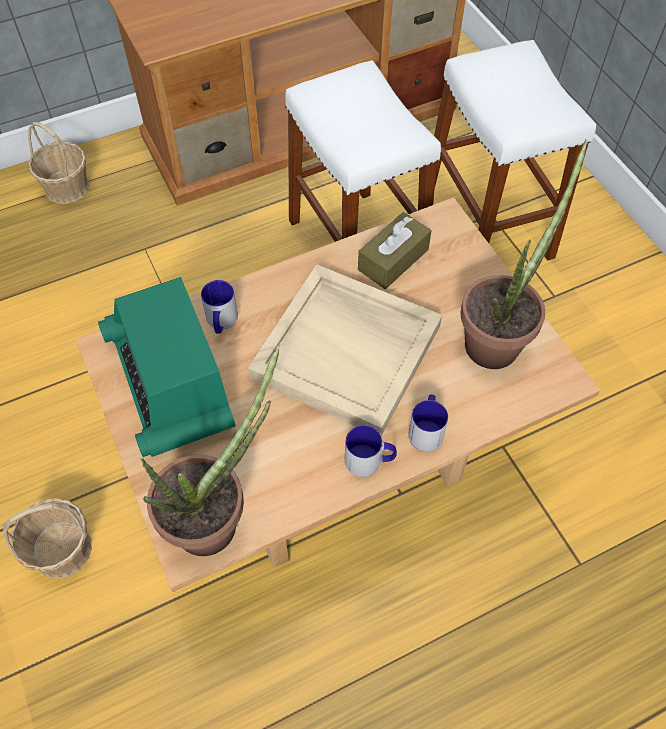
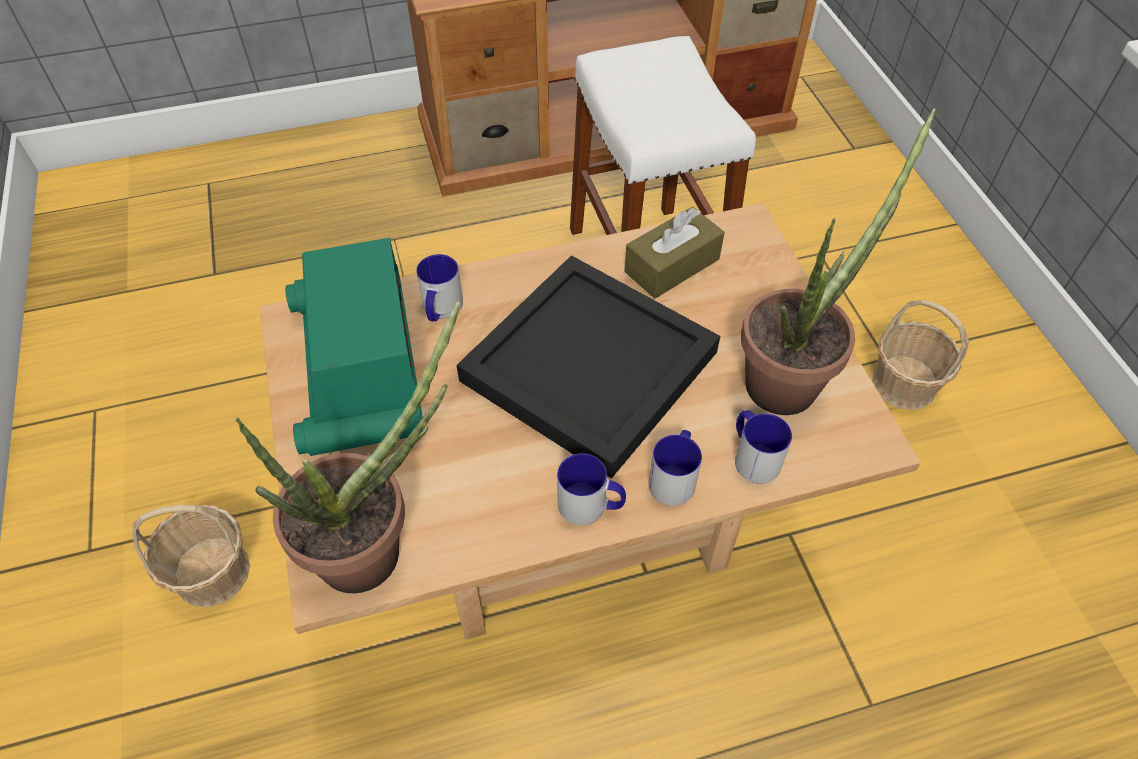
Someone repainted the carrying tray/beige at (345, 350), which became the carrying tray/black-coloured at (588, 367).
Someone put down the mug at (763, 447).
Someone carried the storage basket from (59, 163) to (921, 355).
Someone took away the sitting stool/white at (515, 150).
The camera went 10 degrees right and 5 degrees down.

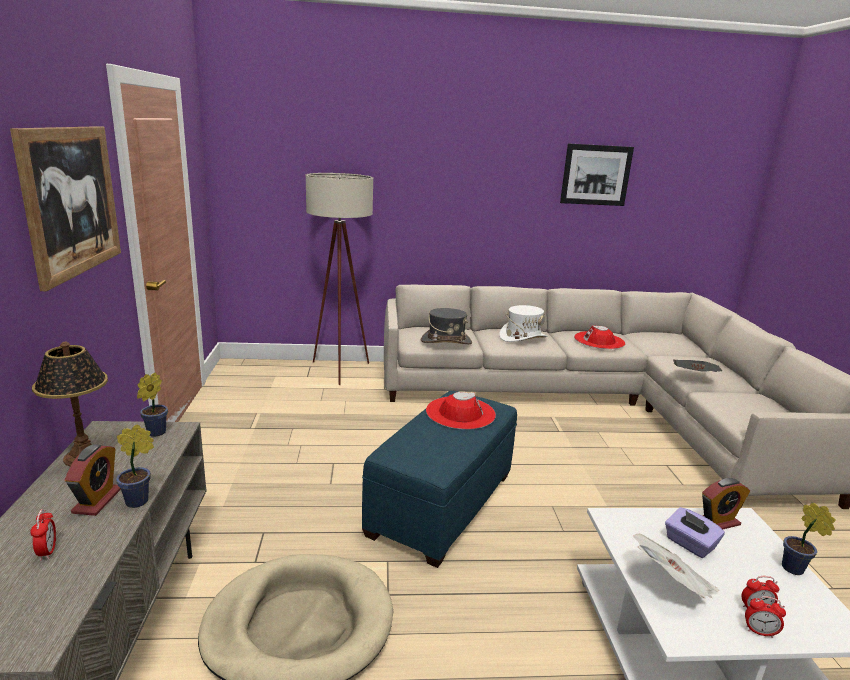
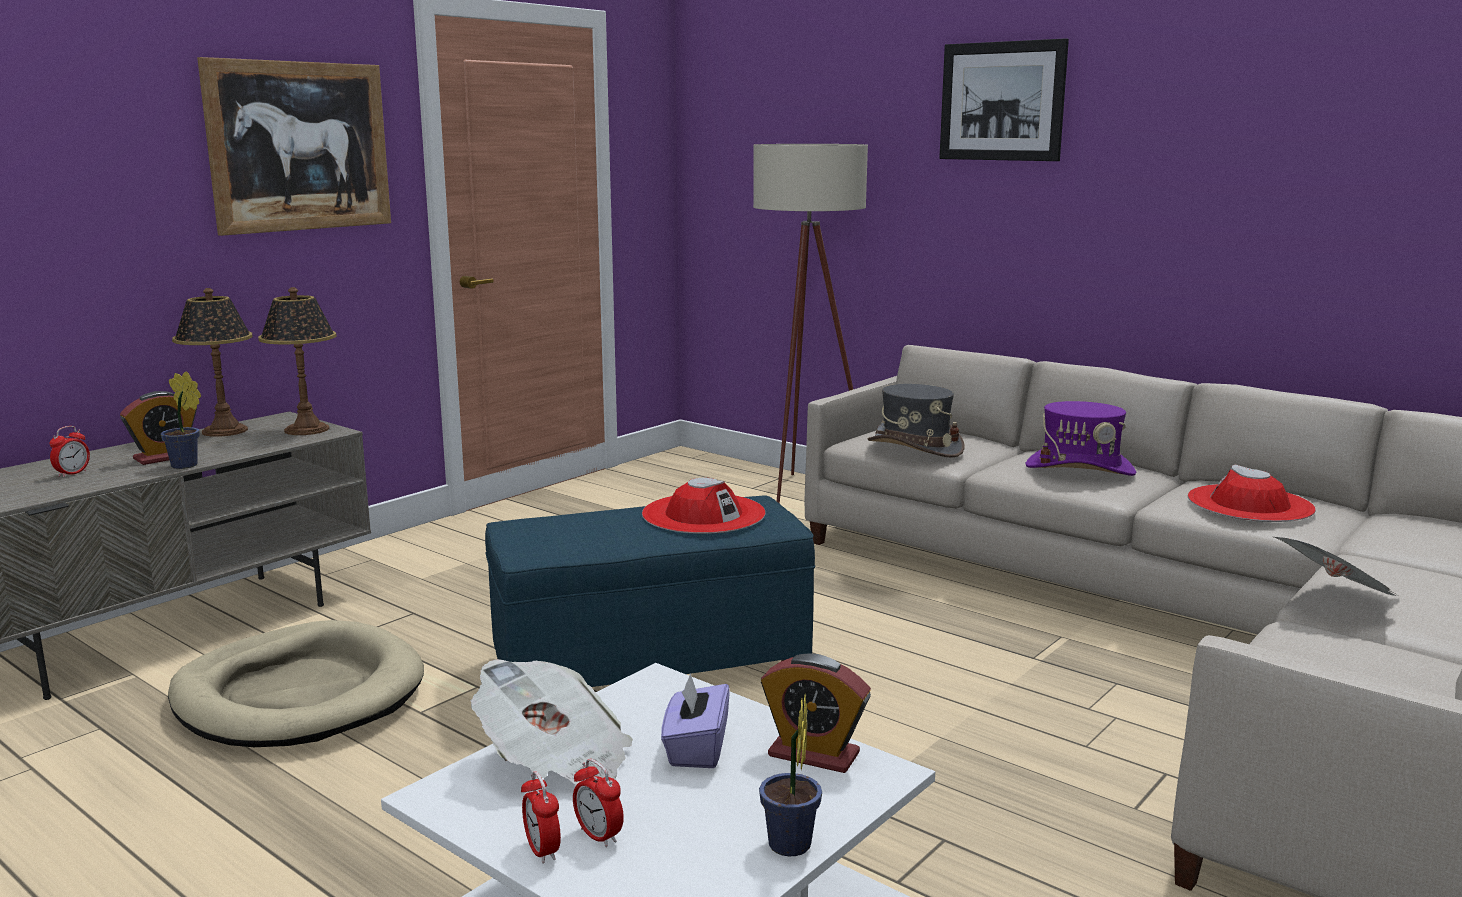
Someone swapped the plant in a pot at (152, 405) for the tabletop lamp at (297, 361).
Someone carried the wall picture from (597, 174) to (1004, 99).
Someone repainted the clothing hat/white at (523, 323), which became the clothing hat/purplish at (1080, 438).
The camera went 45 degrees right and 5 degrees down.

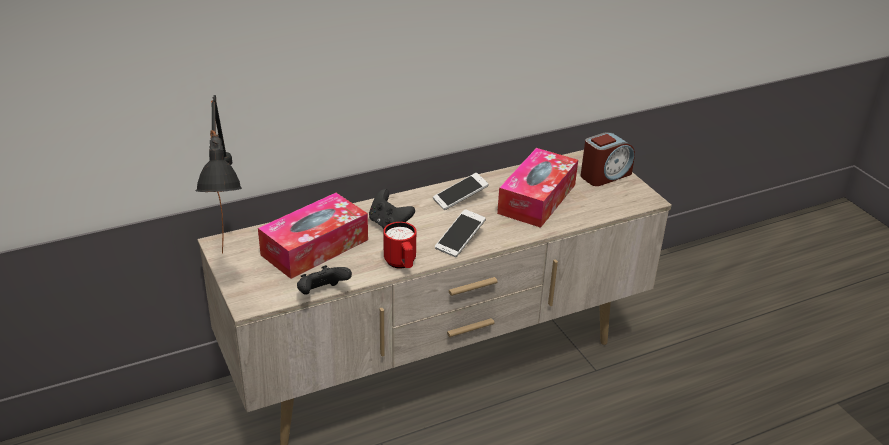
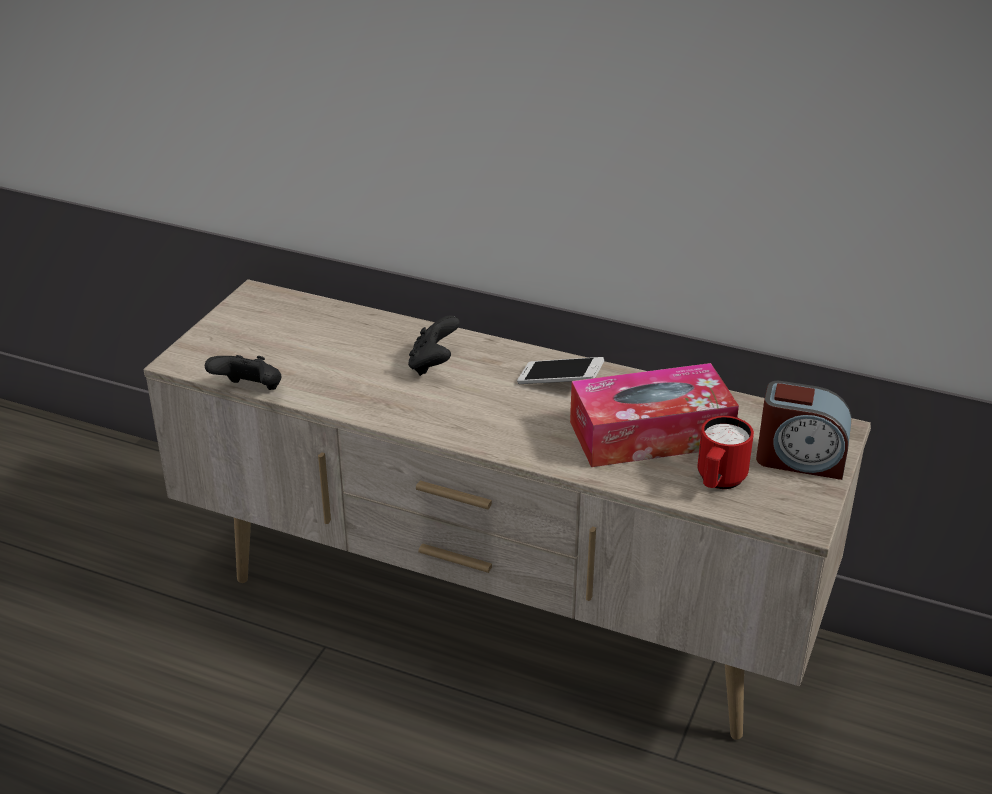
Someone carried the mug/red from (399, 245) to (725, 452).
Someone took away the tabletop lamp/black-coloured at (219, 174).
Someone took away the box of tissues at (313, 236).
Someone took away the handset at (460, 233).
The camera went 50 degrees right and 0 degrees up.

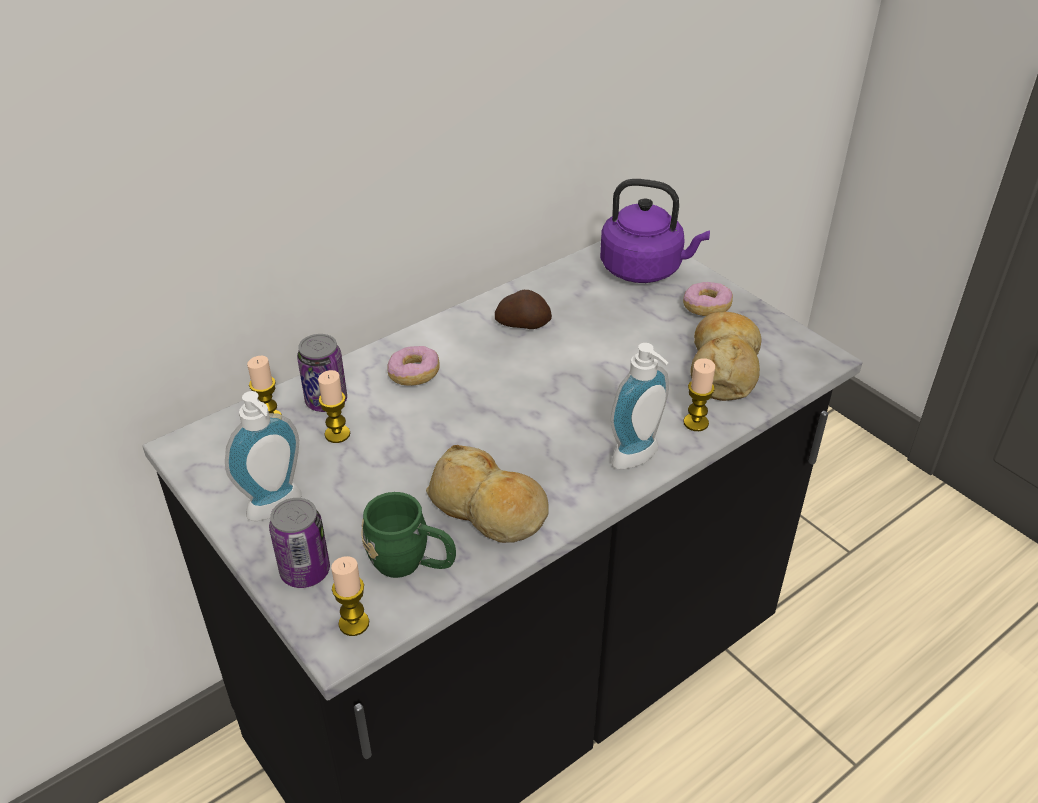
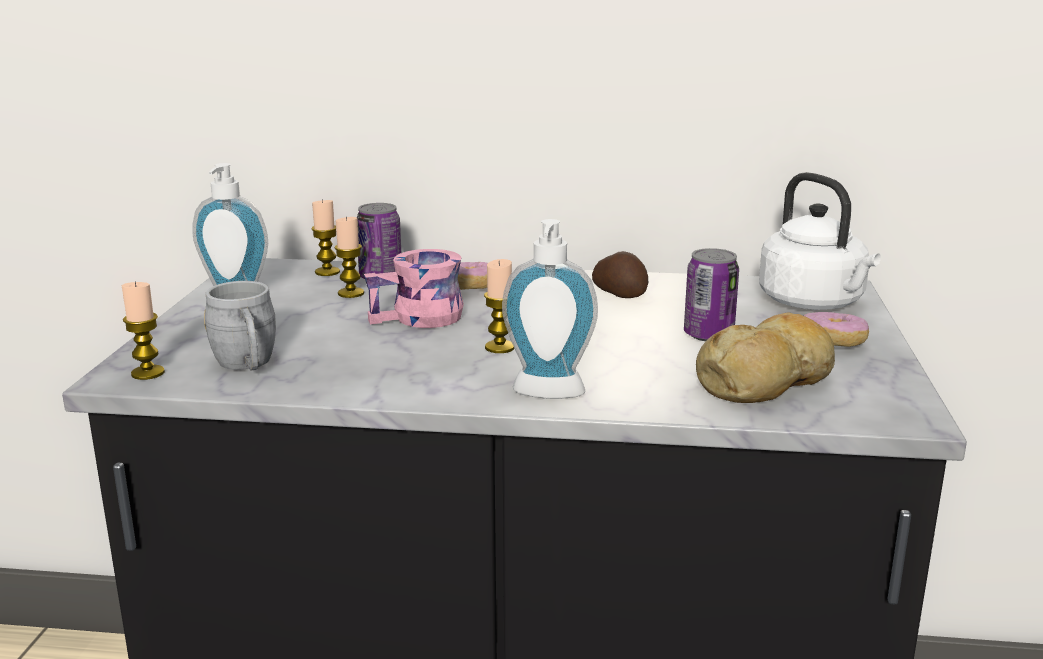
Someone repainted the mug/green-coloured at (408, 535), which became the mug/gray at (240, 326).
Someone put down the mug/pinkish at (414, 288).
Someone carried the candle from (699, 394) to (499, 306).
Someone carried the sealed can from (299, 543) to (711, 294).
Someone repainted the water kettle/purplish at (655, 231), which became the water kettle/white at (820, 241).
Someone took away the bakery bread at (487, 494).
The camera went 45 degrees right and 20 degrees down.

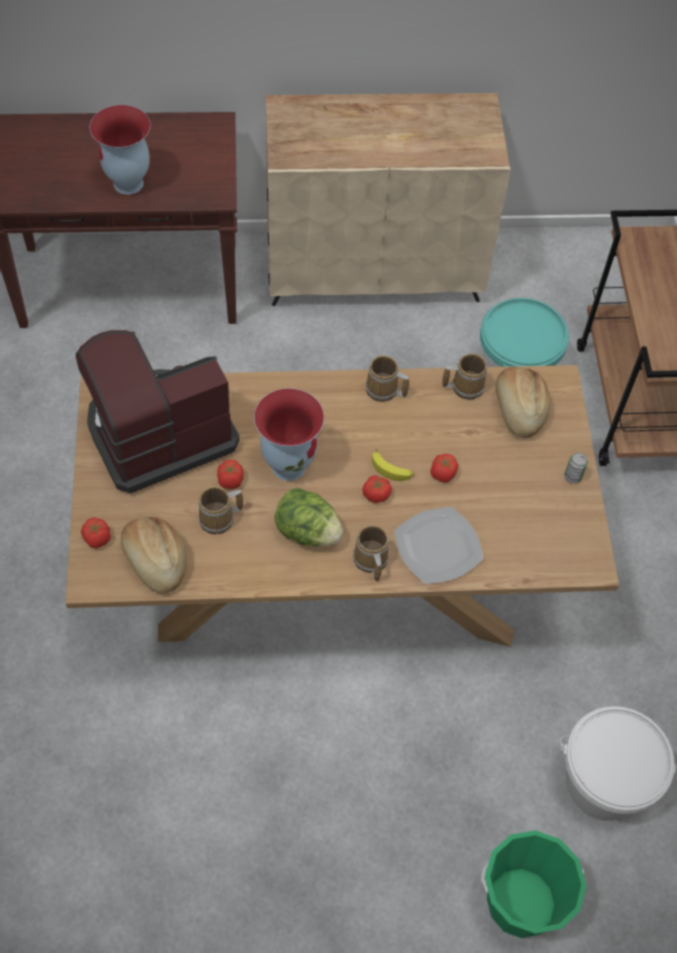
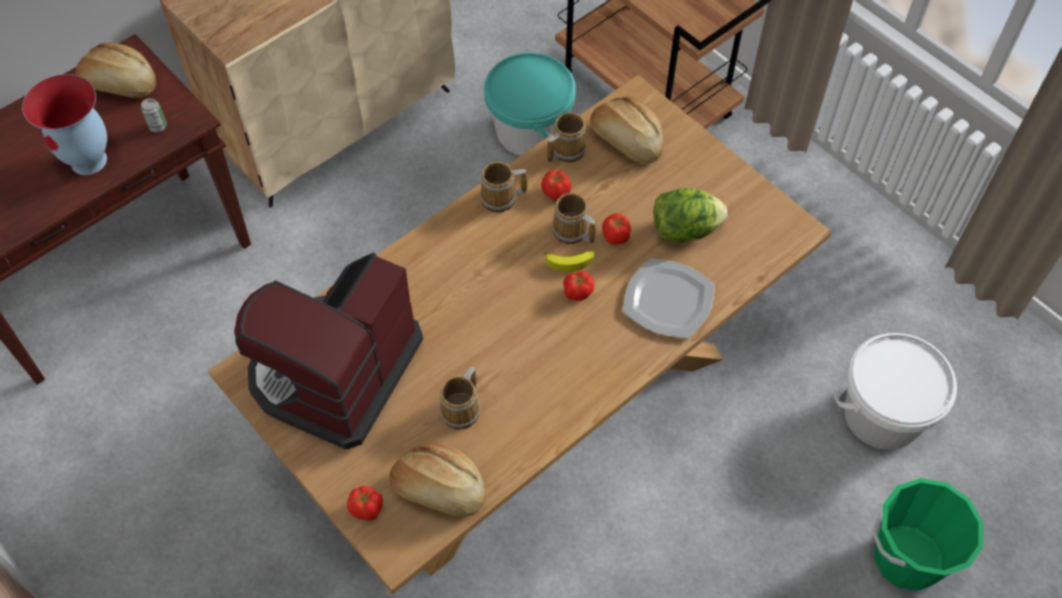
Someone put down the bakery bread at (115, 70).
Someone carried the sealed can from (576, 468) to (154, 115).
Someone carried the tomato from (230, 474) to (556, 185).
Someone carried the mug from (371, 553) to (574, 218).
Someone carried the lettuce head from (308, 517) to (690, 215).
Someone took away the flower vase at (289, 434).
The camera went 35 degrees left and 0 degrees up.

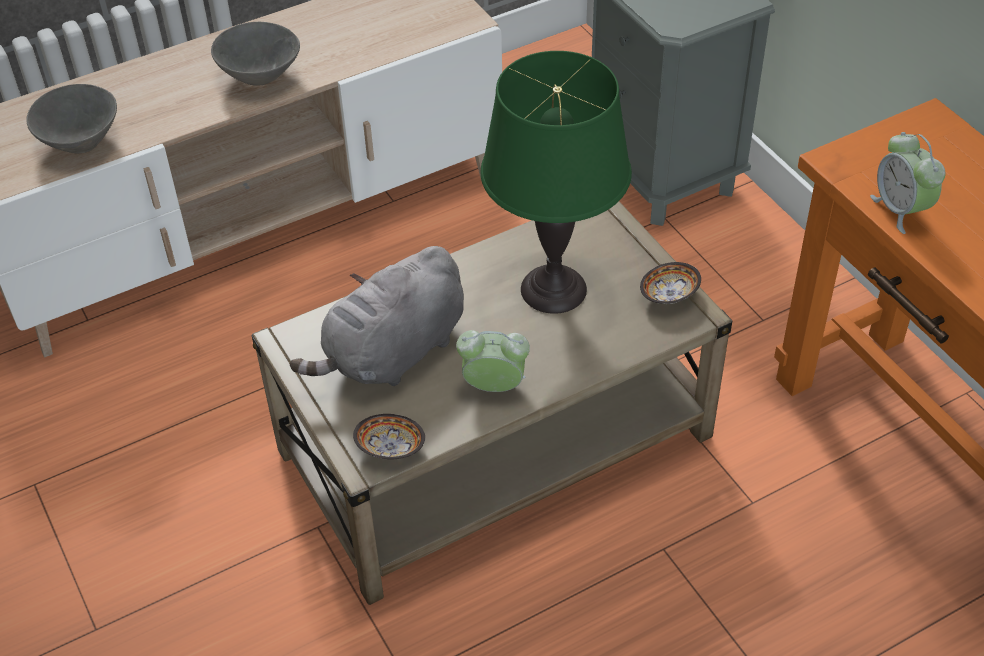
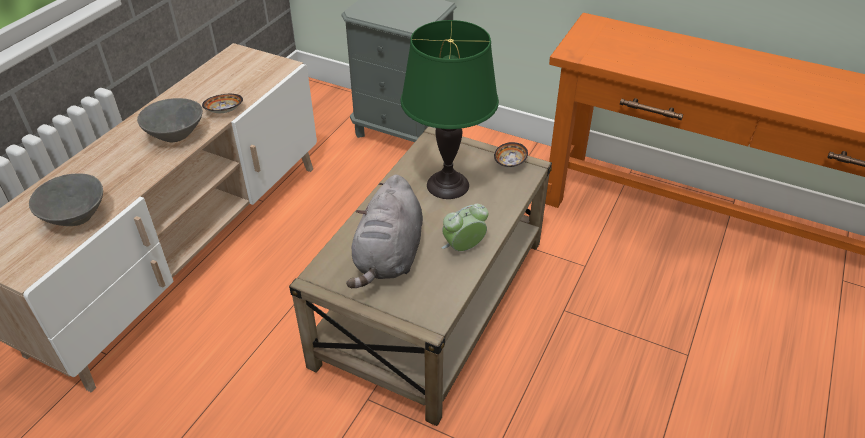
Someone carried the deep dish from (389, 436) to (222, 103).
Someone took away the bedside clock at (908, 183).
The camera went 35 degrees left and 5 degrees down.

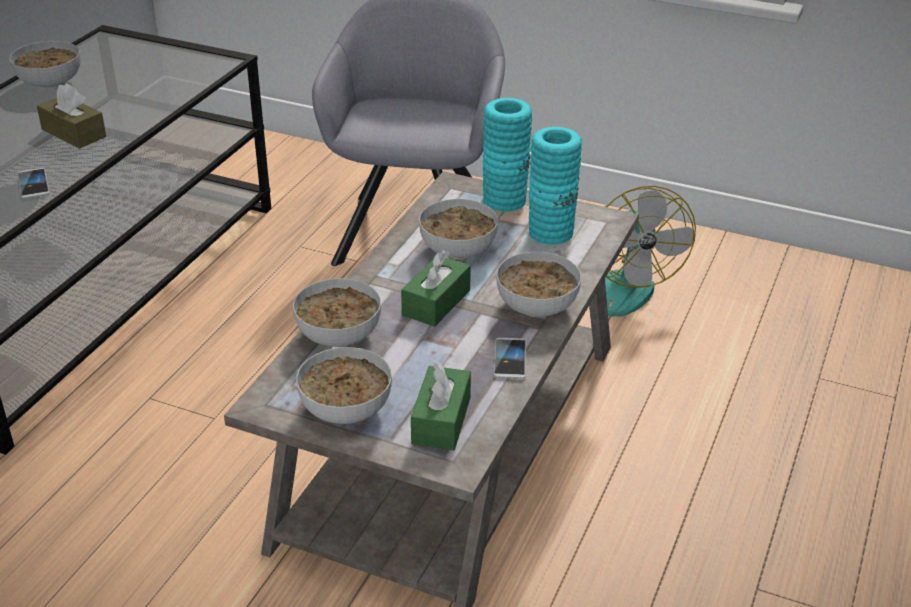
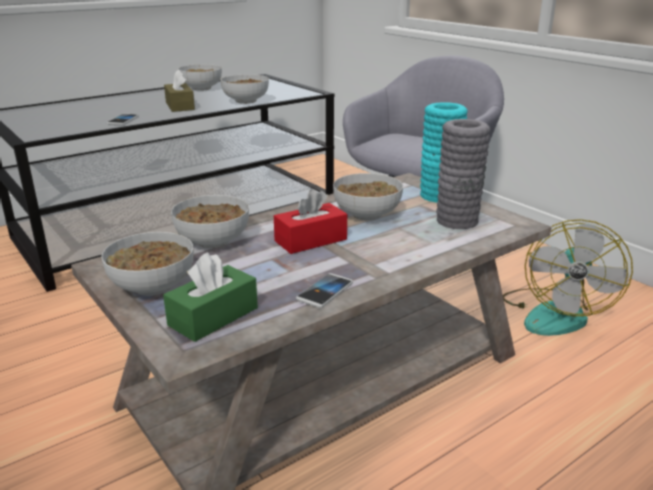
Someone carried the deep dish from (538, 284) to (245, 89).
Someone repainted the box of tissues/green-coloured at (436, 288), which became the box of tissues/red at (310, 221).
Someone repainted the flower vase/blue-green at (555, 186), which became the flower vase/gray at (463, 174).
The camera went 30 degrees right and 10 degrees down.

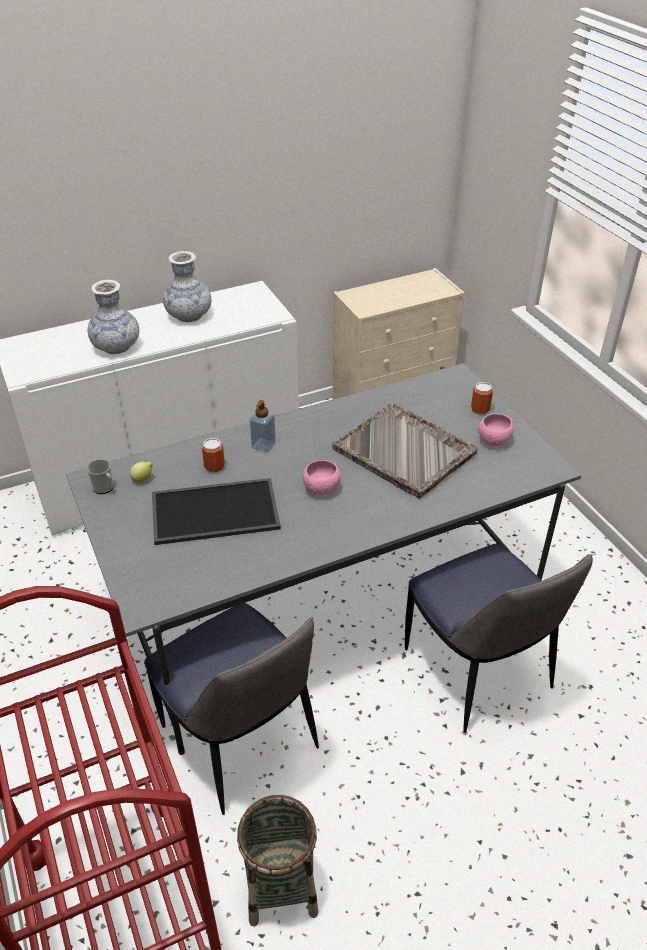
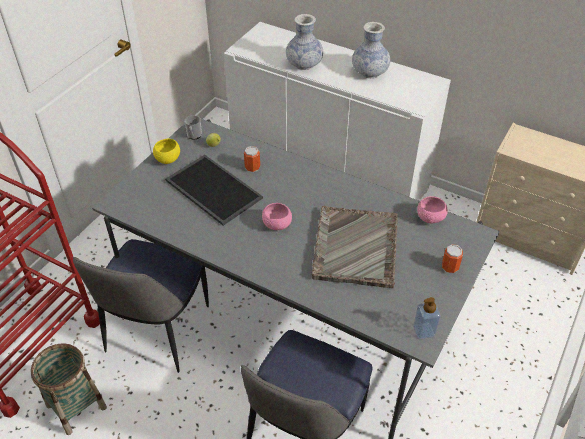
Someone put down the deep dish/yellowish at (166, 151).
Someone carried the liquid soap bottle from (263, 426) to (427, 318).
Someone carried the deep dish/pinkish from (496, 430) to (432, 209).
The camera went 55 degrees right and 5 degrees up.

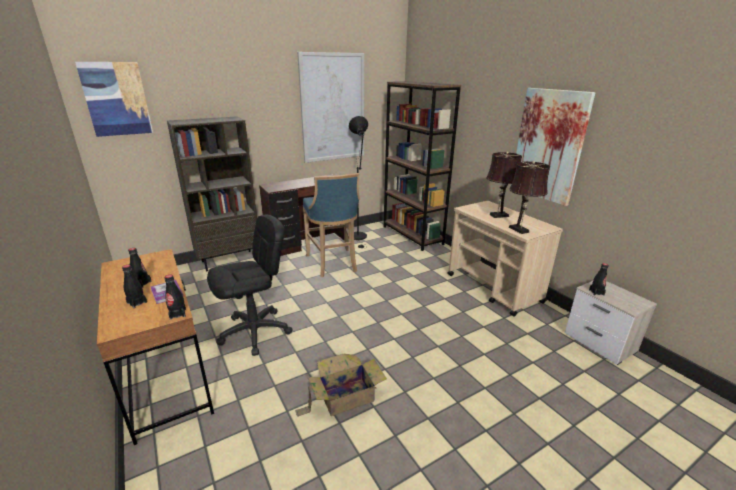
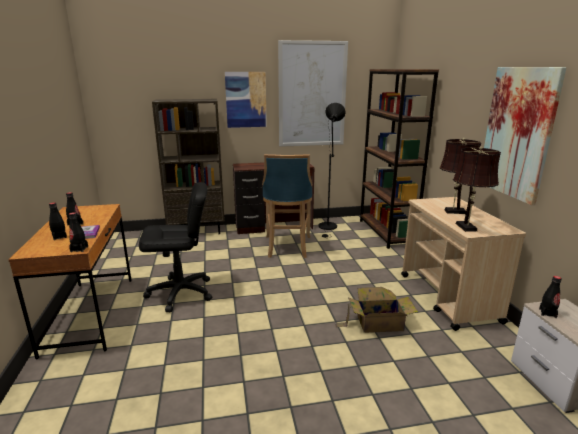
Someone carried the wall picture from (114, 99) to (246, 100).
Someone carried the cardboard box from (341, 385) to (376, 310).
The camera went 20 degrees right and 5 degrees down.

